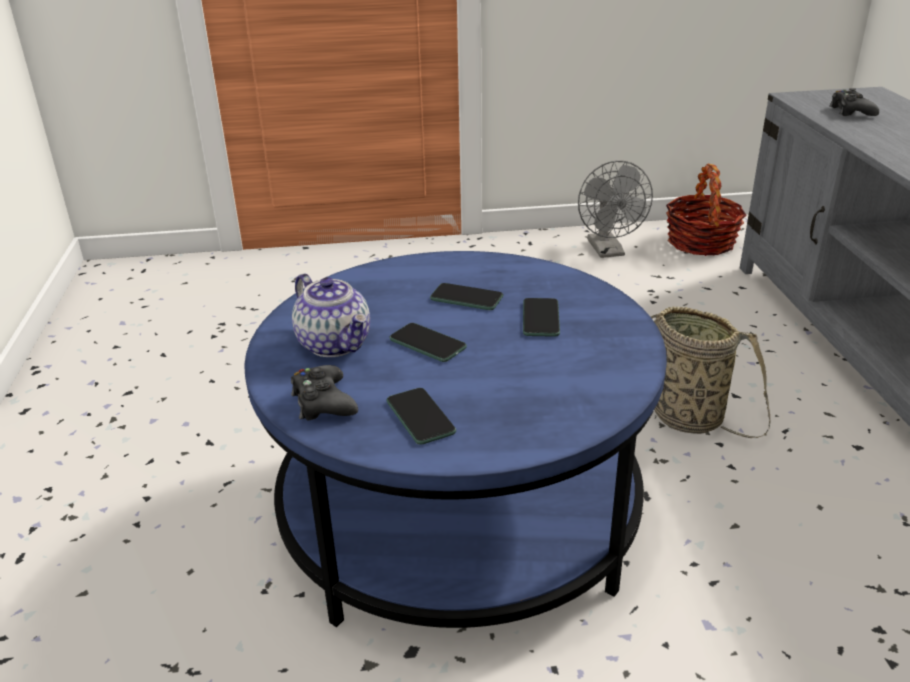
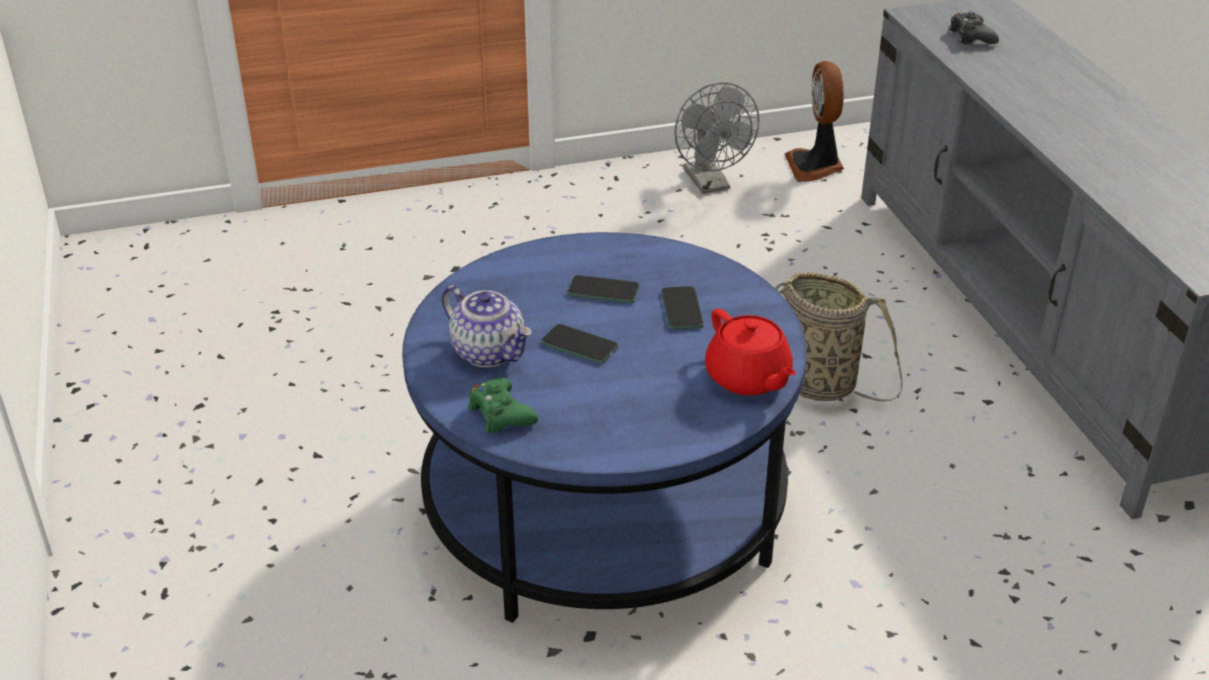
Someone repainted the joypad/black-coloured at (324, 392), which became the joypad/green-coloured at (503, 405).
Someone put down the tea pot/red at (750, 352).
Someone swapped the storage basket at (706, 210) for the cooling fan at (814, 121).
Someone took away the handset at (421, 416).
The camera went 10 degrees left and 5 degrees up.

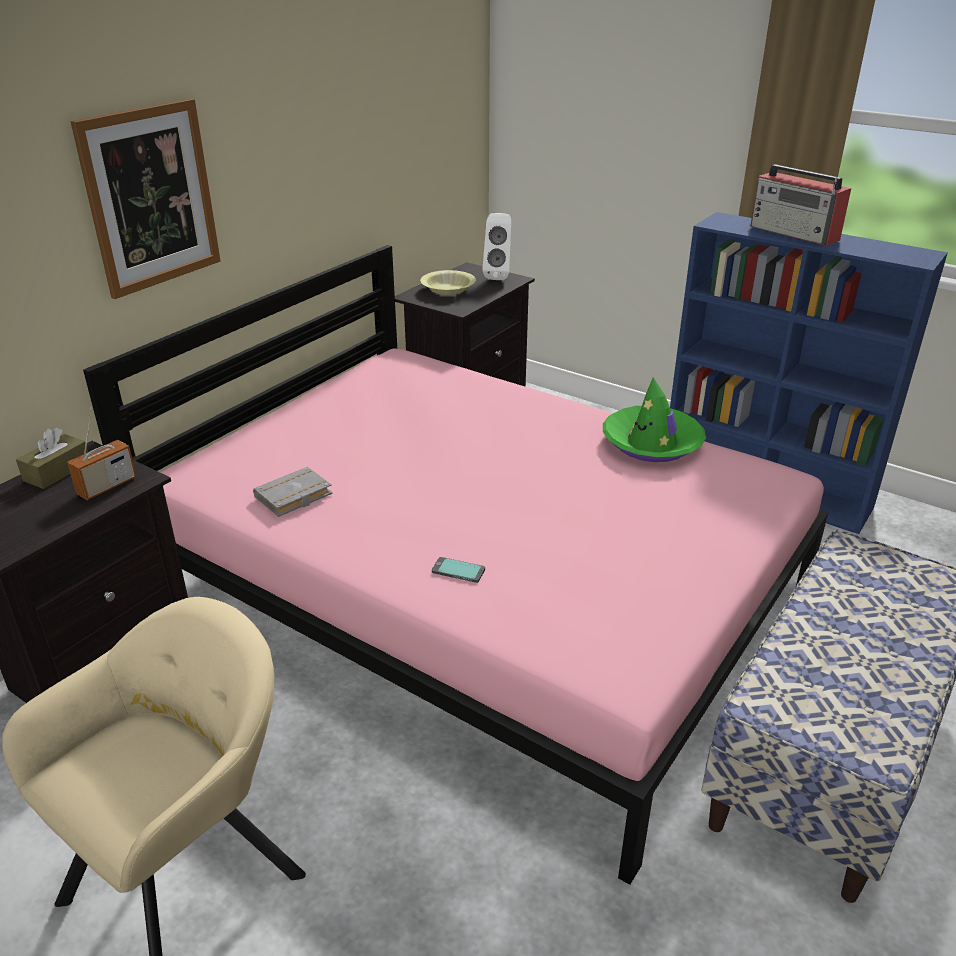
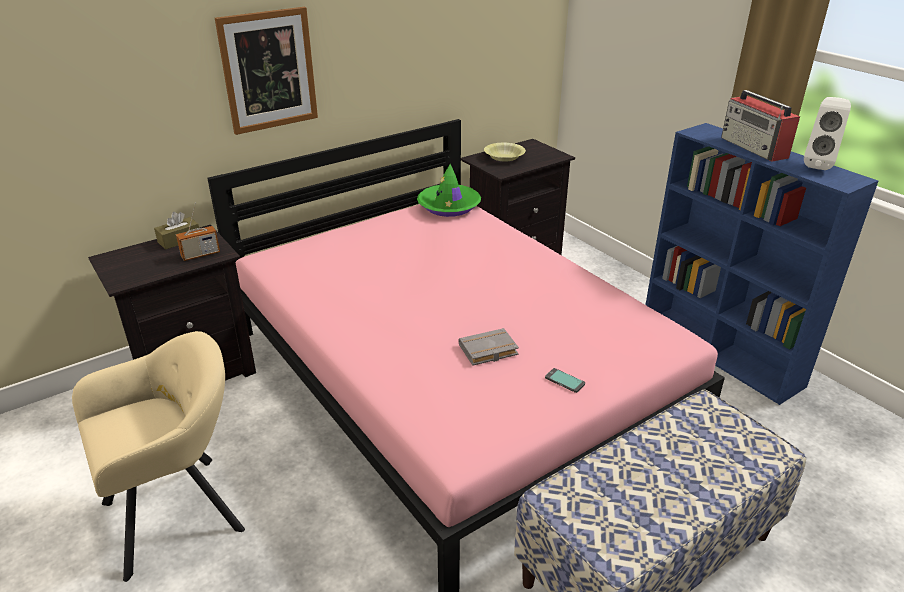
Someone carried the clothing hat/green-coloured from (654, 419) to (449, 190).
Someone carried the book/gray from (293, 492) to (488, 347).
Someone carried the handset from (458, 570) to (565, 380).
Someone carried the speaker/white from (496, 246) to (827, 133).
The camera went 20 degrees right and 0 degrees up.

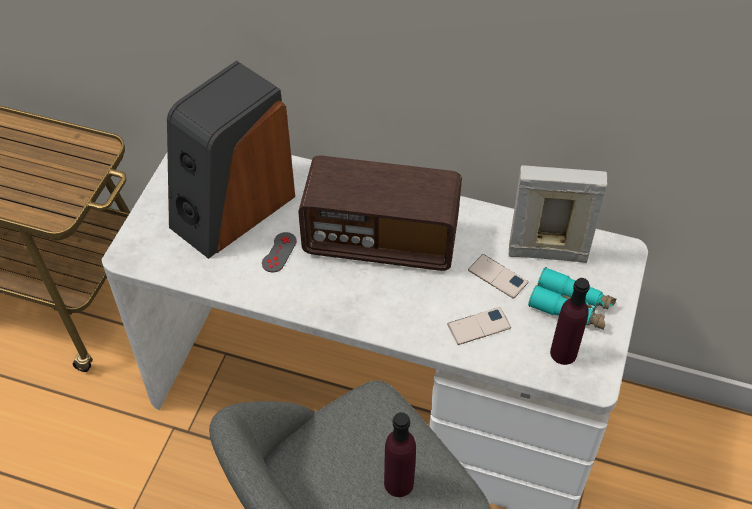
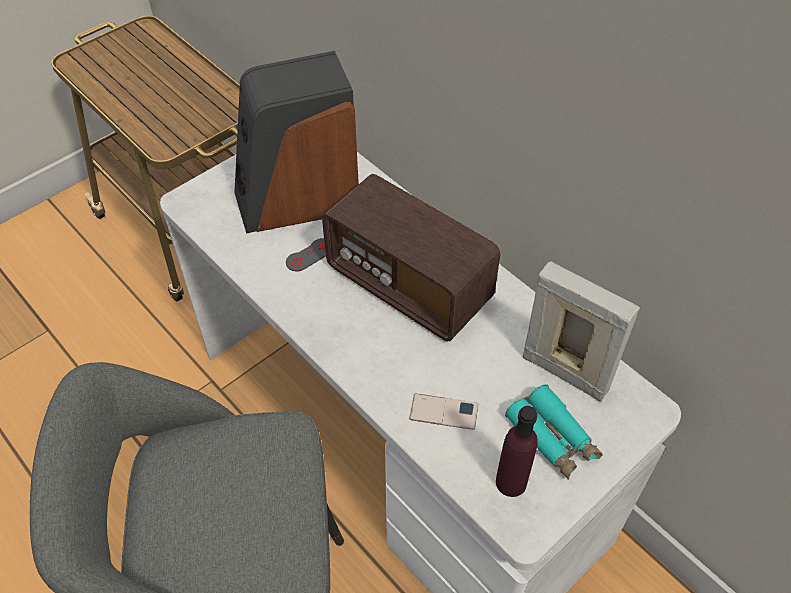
Someone took away the bottle/purplish at (400, 454).
Someone took away the handset at (498, 276).
The camera went 30 degrees right and 0 degrees up.

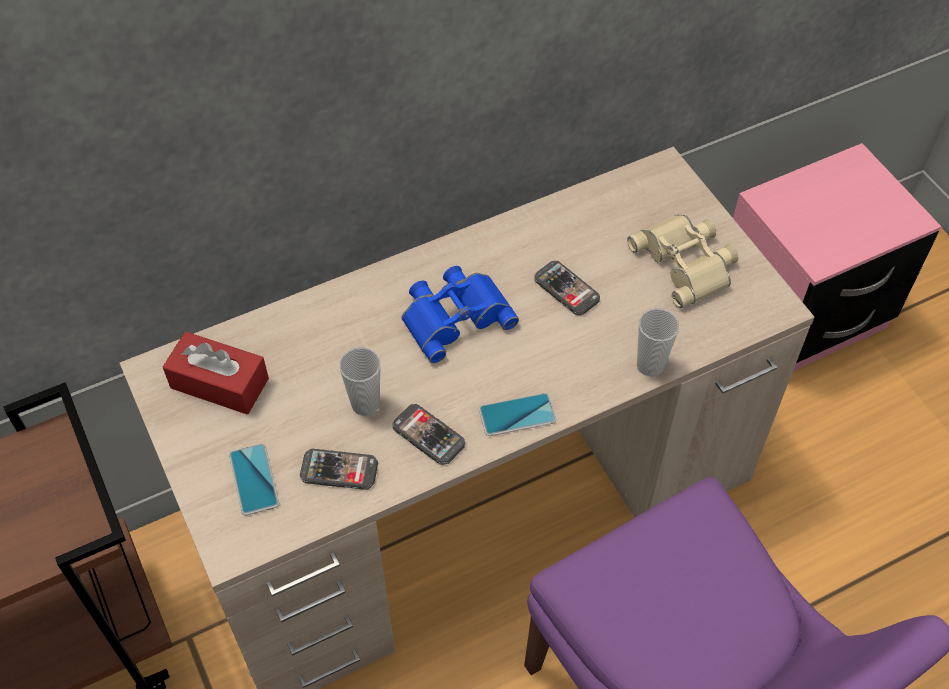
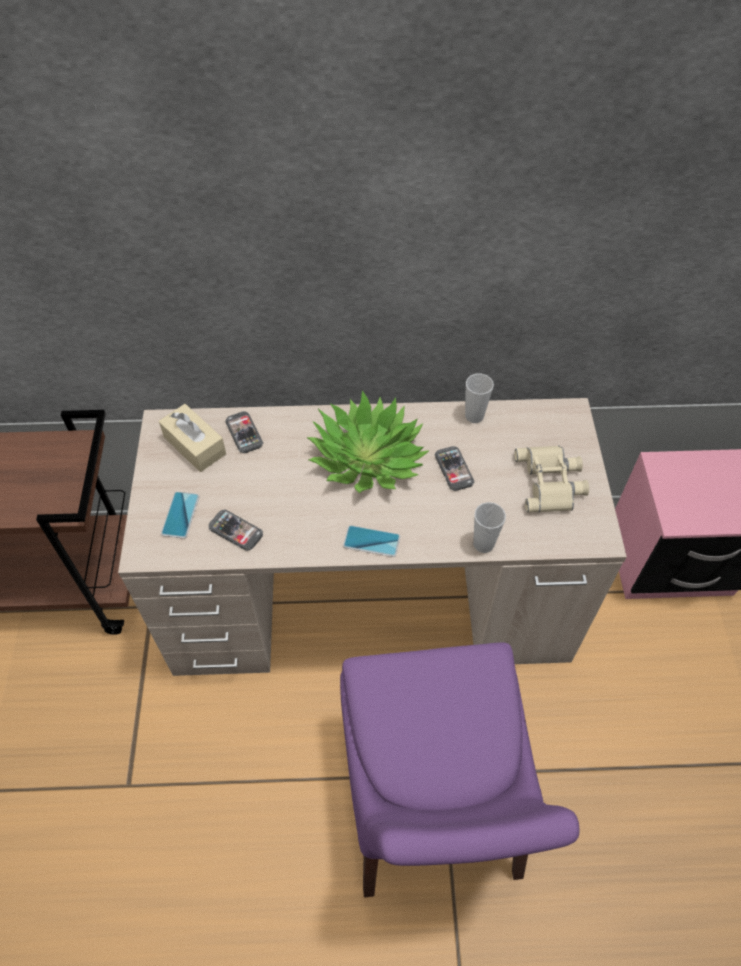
Someone repainted the box of tissues/red at (216, 373), which became the box of tissues/beige at (192, 438).
Someone carried the handset from (429, 434) to (244, 432).
Someone swapped the field glasses/blue at (460, 314) for the plant in a pot at (368, 442).
Someone carried the small cup from (360, 381) to (479, 398).
The camera went 25 degrees right and 0 degrees up.

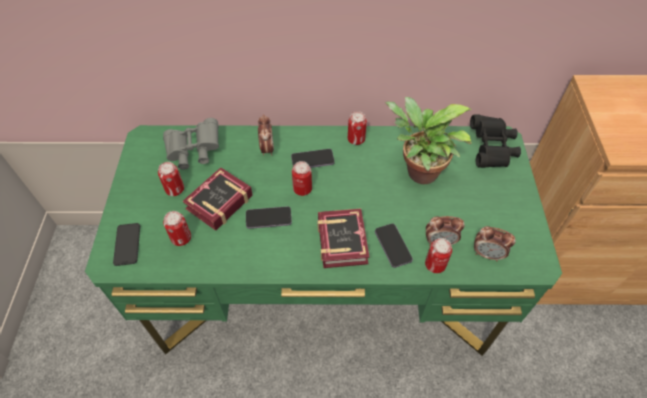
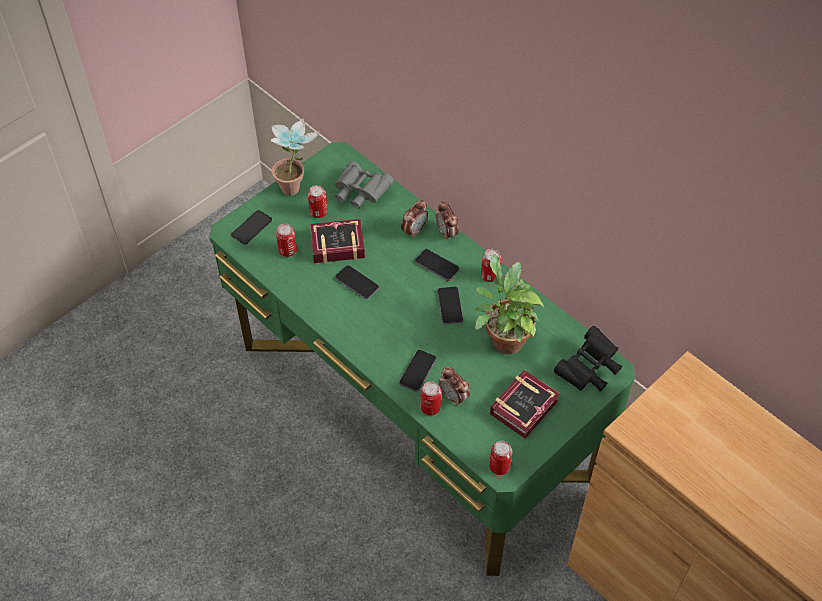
Someone put down the plant in a pot at (294, 157).
Someone carried the bedside clock from (495, 243) to (447, 221).
Someone put down the handset at (450, 305).
Someone carried the sealed can from (302, 178) to (500, 458).
Someone carried the book from (343, 238) to (525, 404).
The camera went 45 degrees right and 0 degrees up.

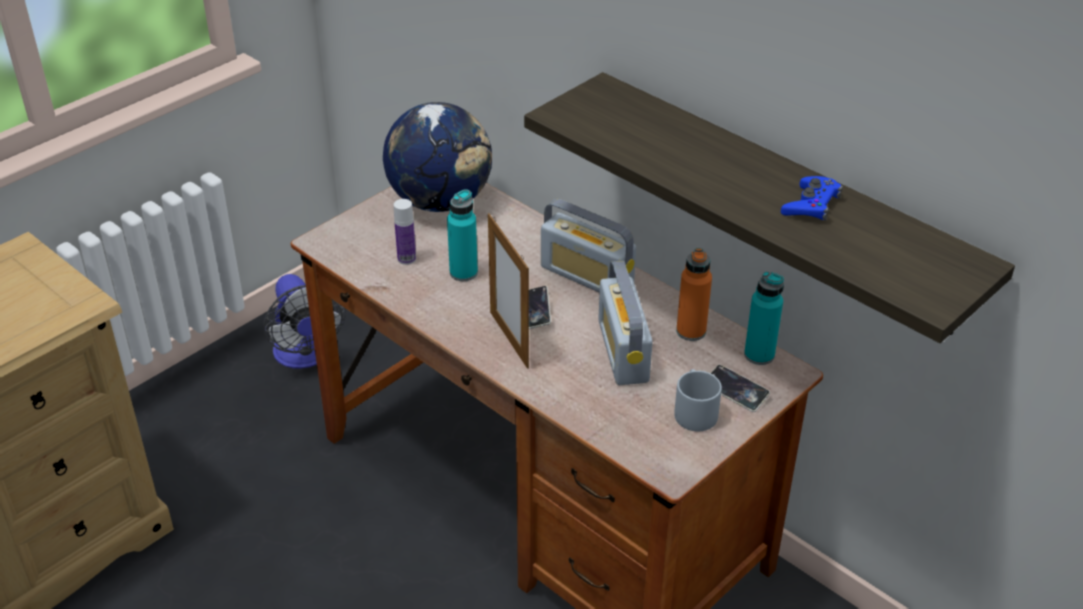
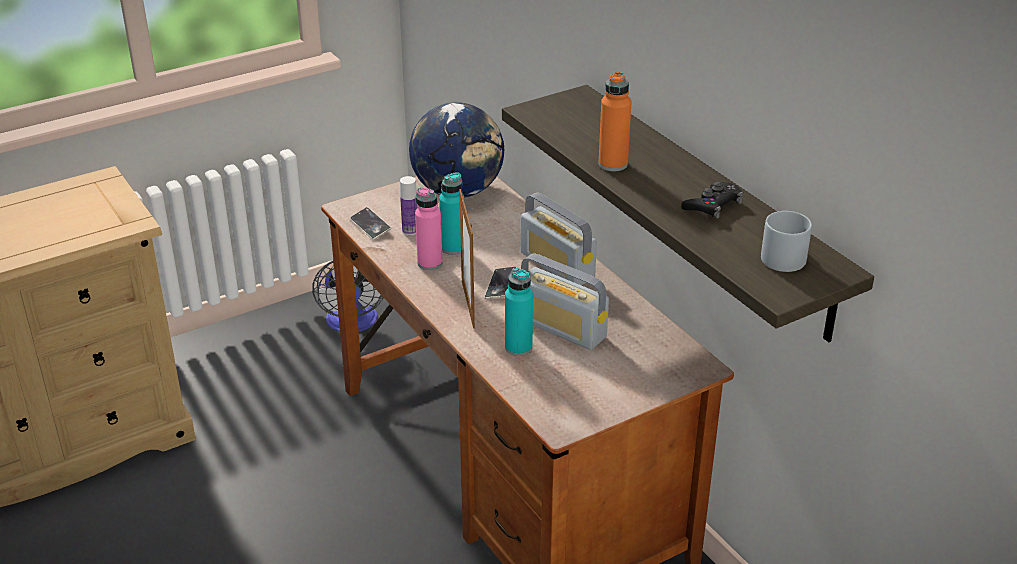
Someone carried the handset from (740, 388) to (370, 223).
Someone put down the bottle/pinkish at (429, 228).
Someone carried the bottle/blue-green from (764, 318) to (519, 312).
Someone rotated the radio receiver at (625, 322) by 60 degrees counterclockwise.
Someone carried the bottle/orangey from (694, 294) to (615, 121).
Someone repainted the joypad/blue at (812, 198), which became the joypad/black-coloured at (712, 200).
Someone carried the mug/gray from (698, 400) to (786, 241).
The camera went 15 degrees right and 5 degrees down.

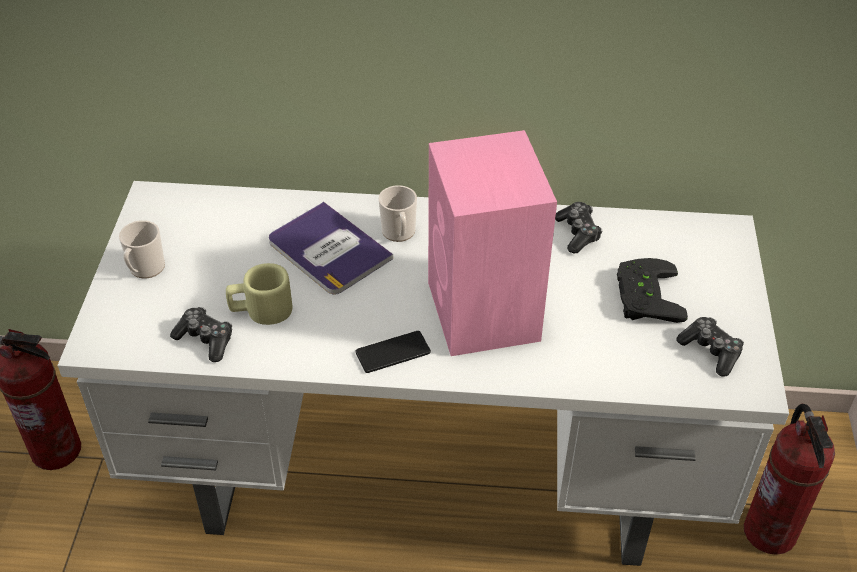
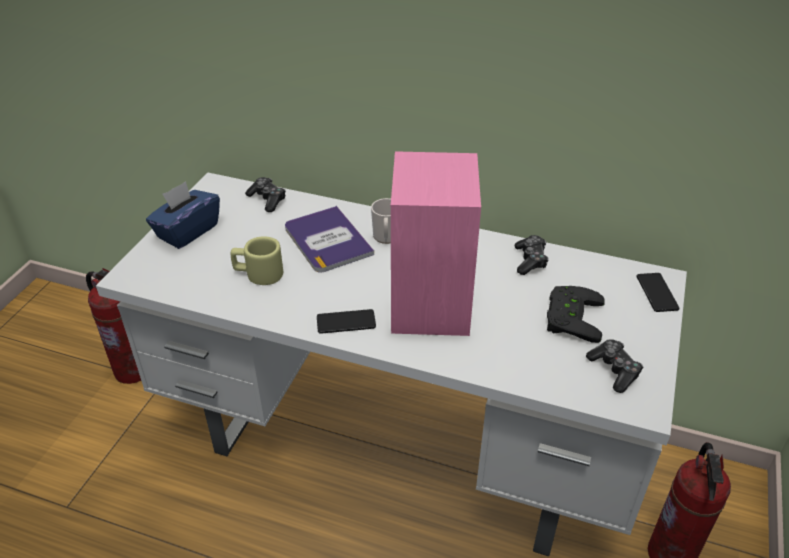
Someone swapped the mug at (142, 249) for the box of tissues/blue at (183, 215).
Someone carried the joypad from (201, 334) to (265, 194).
Someone put down the handset at (658, 292).
The camera went 15 degrees right and 5 degrees down.

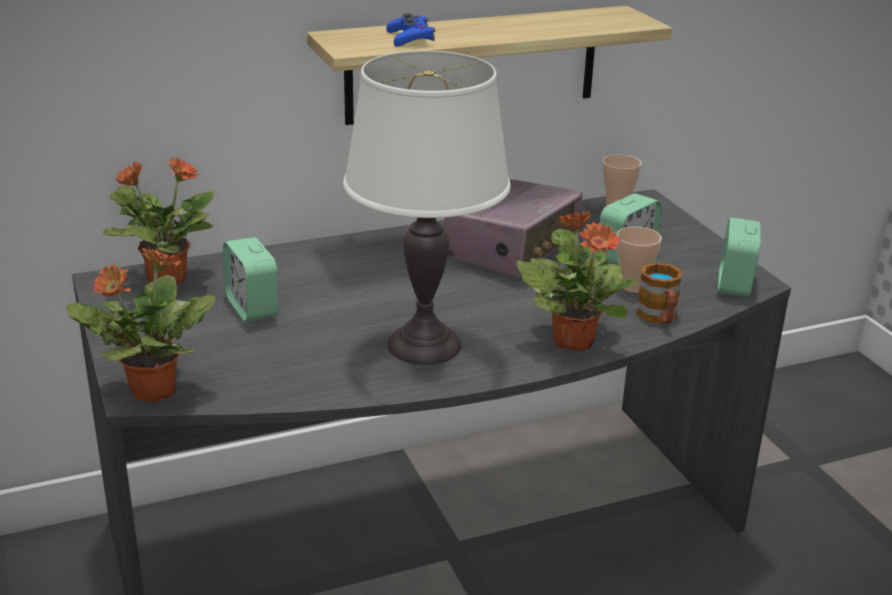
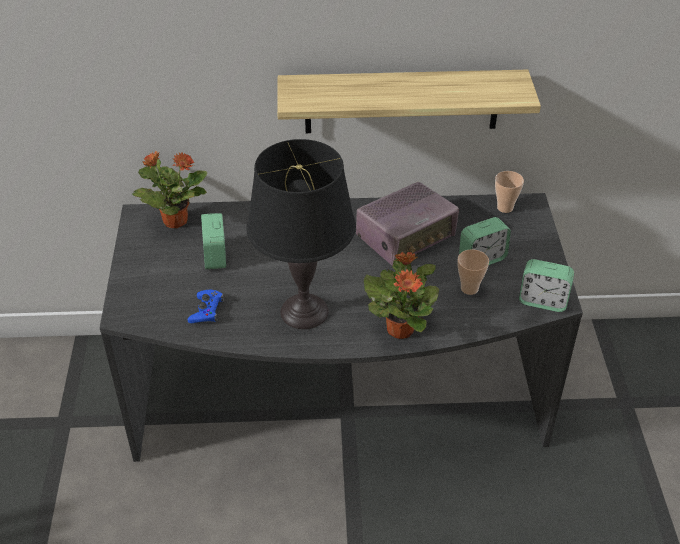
Someone carried the joypad/blue from (411, 30) to (206, 306).
Someone repainted the tabletop lamp/white at (427, 208), which became the tabletop lamp/black-coloured at (301, 234).
Someone rotated the bedside clock at (739, 257) by 105 degrees counterclockwise.
Someone took away the plant in a pot at (140, 324).
Someone took away the mug at (659, 293).
The camera went 20 degrees right and 15 degrees up.

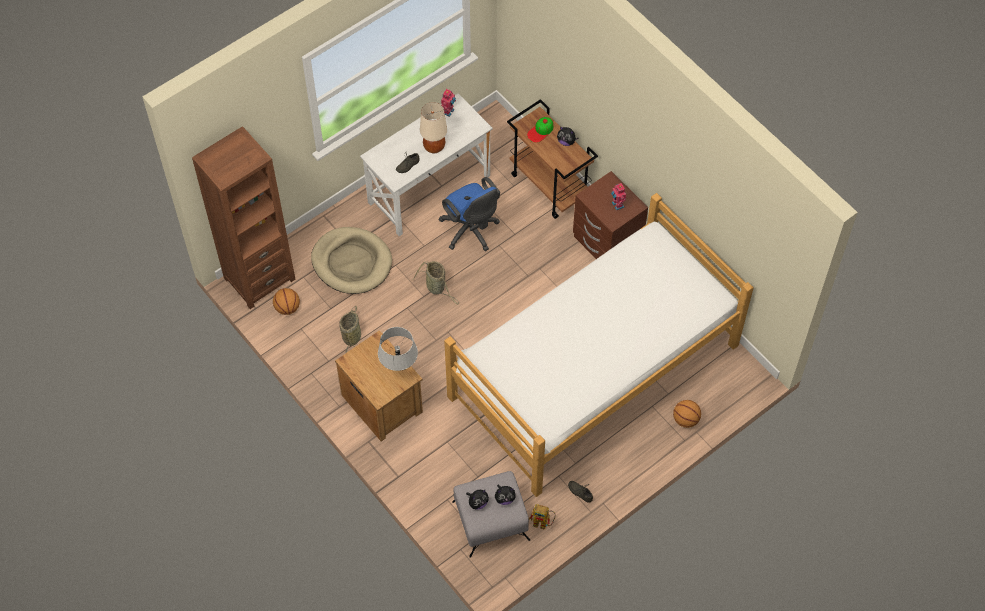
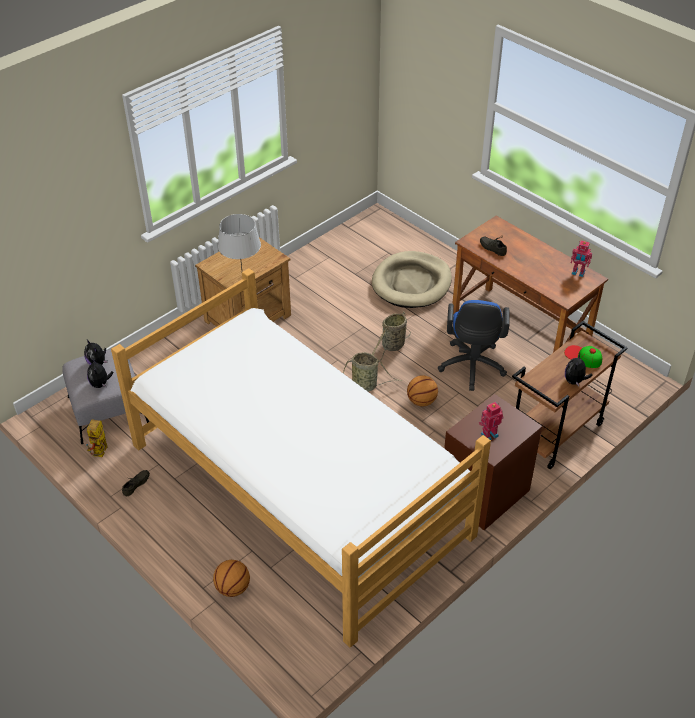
Someone carried the storage basket from (350, 329) to (372, 372).
Someone carried the basketball ball from (286, 301) to (422, 391).
Someone rotated the office chair/blue at (469, 214) by 45 degrees counterclockwise.
Someone repainted the desk unit/white at (426, 165), which became the desk unit/brown at (530, 284).
Someone took away the shelving unit/brown at (244, 217).
Someone took away the tabletop lamp/beige at (433, 127).
The camera went 85 degrees right and 15 degrees down.

